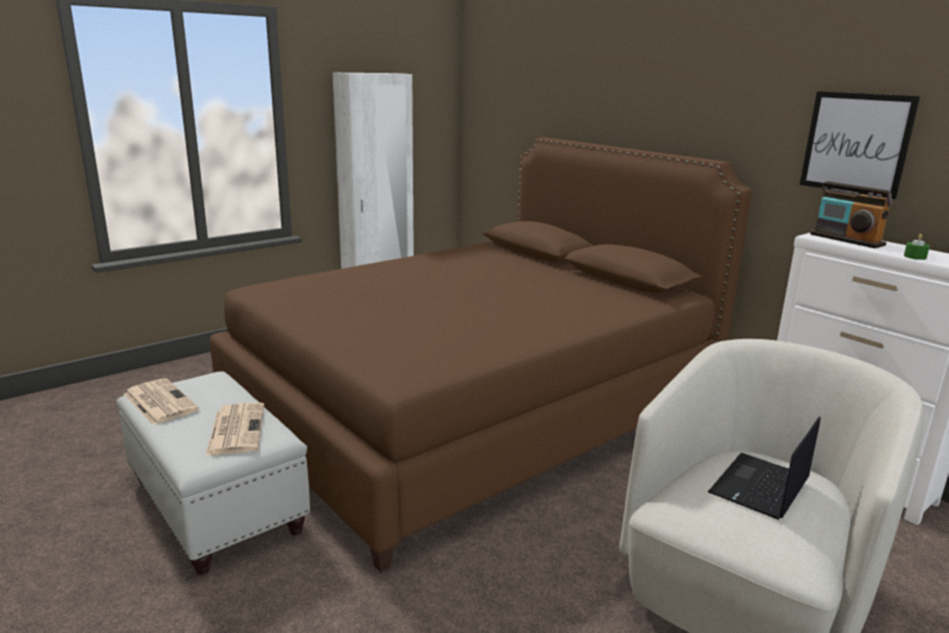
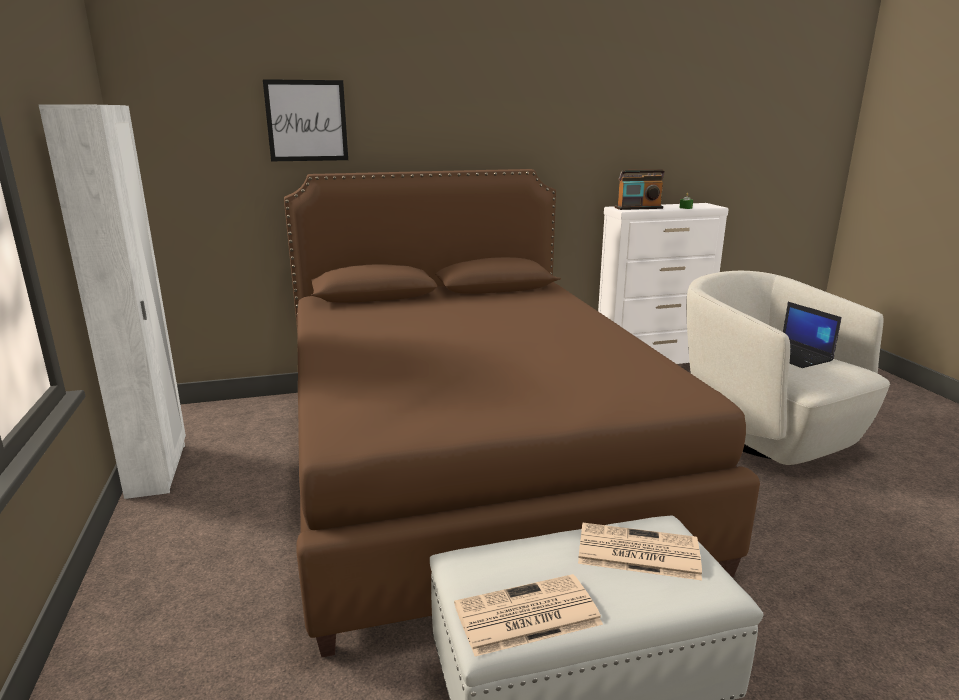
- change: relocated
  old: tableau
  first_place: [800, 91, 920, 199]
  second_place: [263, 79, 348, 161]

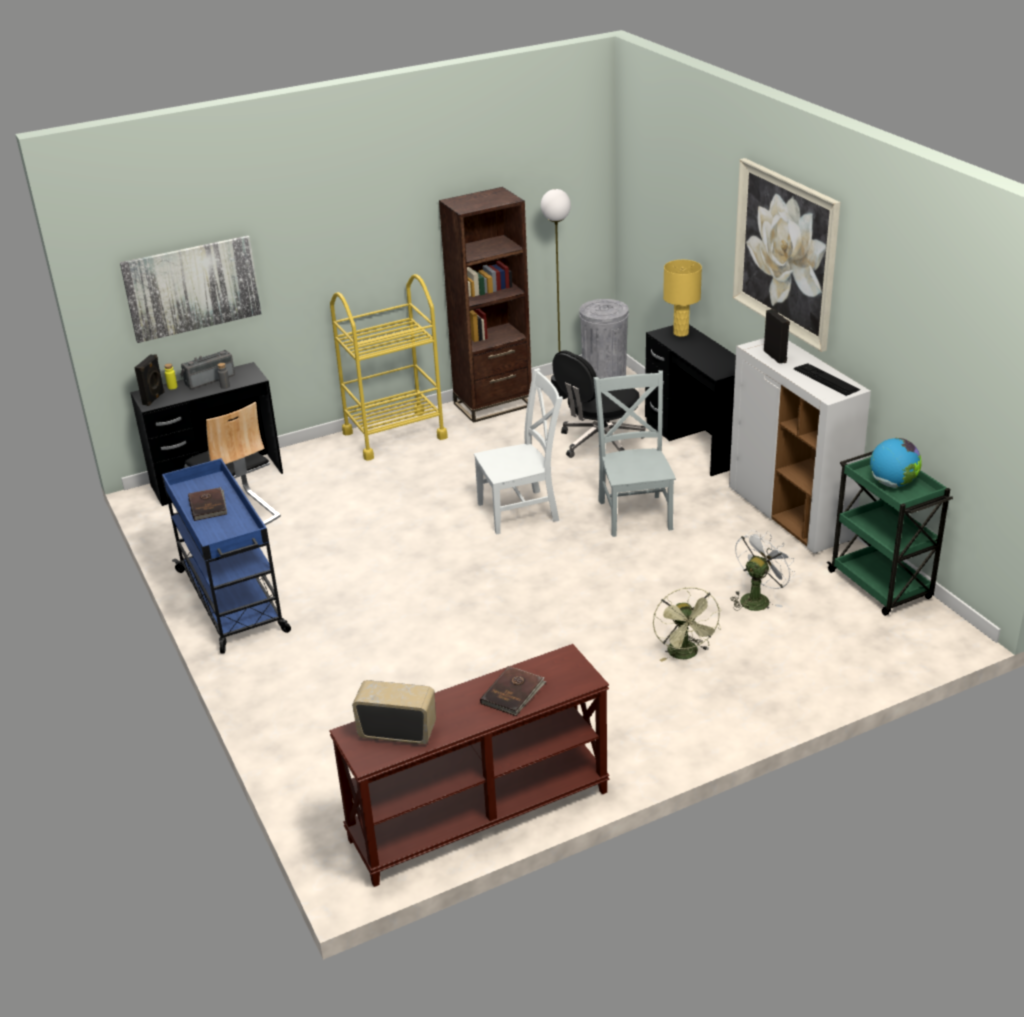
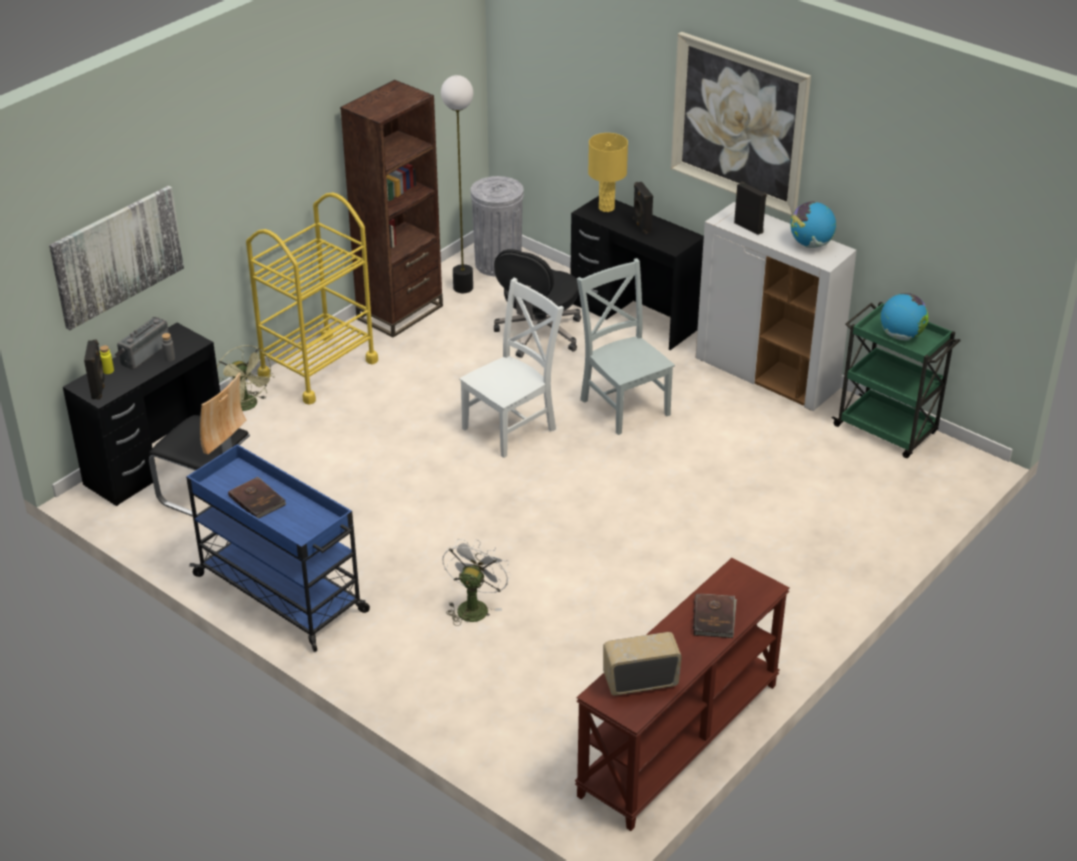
- change: appeared
  new: enceinte/noir
  second_place: [633, 182, 653, 234]
- change: relocated
  old: ventilateur/vert
  first_place: [653, 587, 721, 662]
  second_place: [217, 345, 275, 411]
- change: relocated
  old: ventilateur/blanc
  first_place: [730, 530, 795, 611]
  second_place: [442, 539, 511, 626]
- change: exchanged
  old: clavier
  new: globe
  first_place: [794, 363, 860, 396]
  second_place: [790, 201, 836, 248]

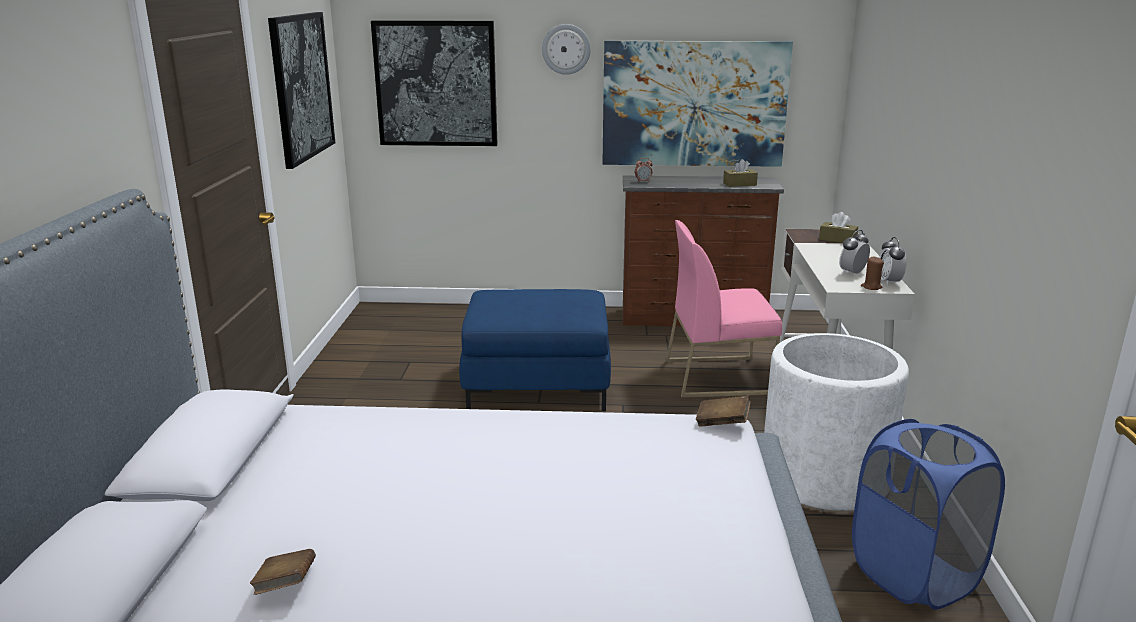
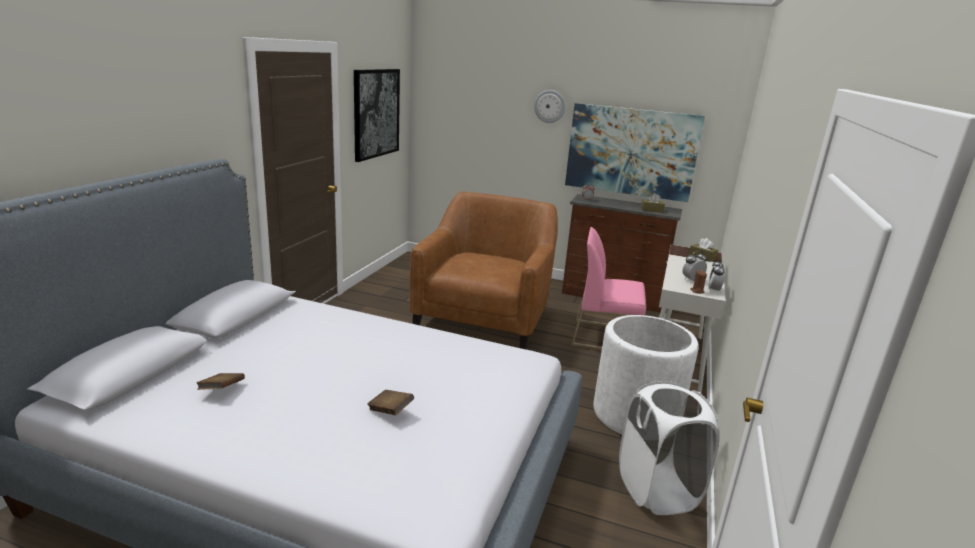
- change: missing
  old: tableau
  first_place: [371, 20, 498, 146]
- change: relocated
  old: livre/marron
  first_place: [696, 396, 750, 427]
  second_place: [367, 390, 414, 415]
- change: exchanged
  old: pouf/bleu
  new: fauteuil/marron
  first_place: [459, 289, 611, 411]
  second_place: [409, 191, 558, 350]
- change: colour
  old: panier à linge/bleu
  new: panier à linge/blanc
  first_place: [852, 419, 1005, 610]
  second_place: [619, 381, 720, 515]

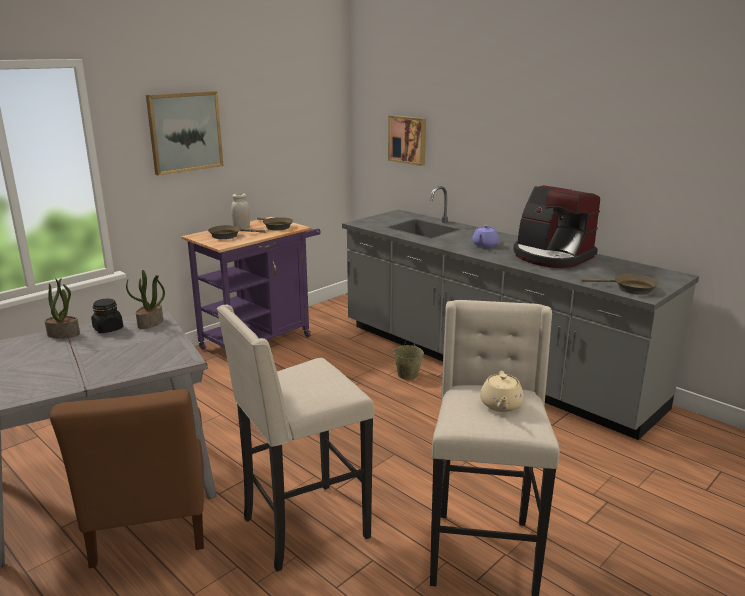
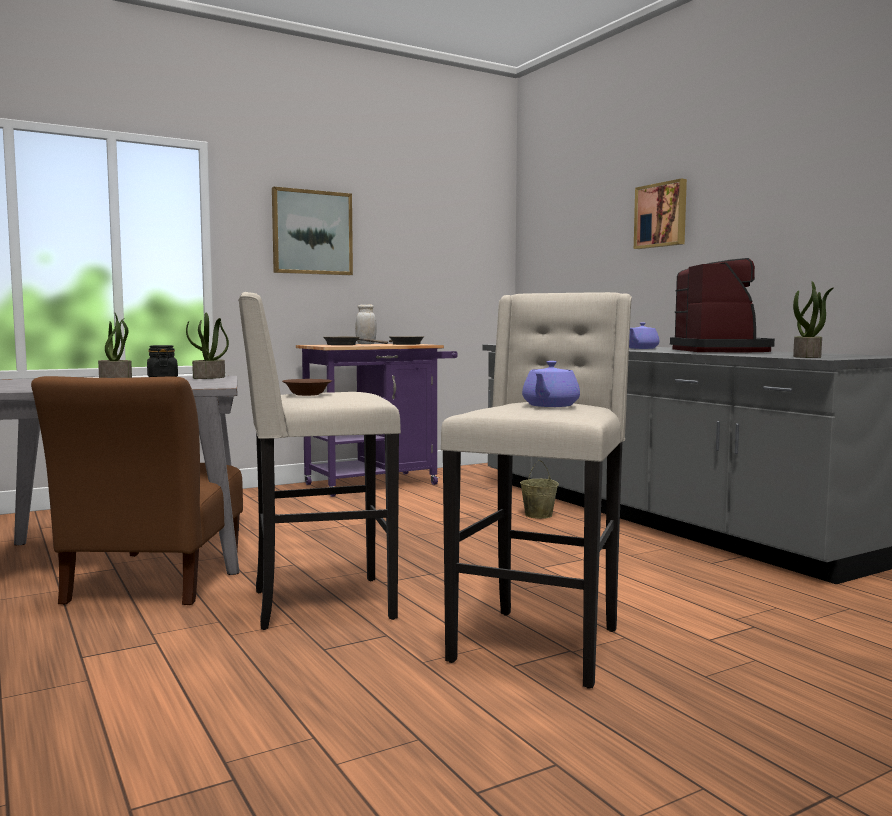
- change: appeared
  new: bol/marron
  second_place: [282, 379, 332, 396]
- change: relocated
  old: tableau
  first_place: [388, 115, 426, 166]
  second_place: [634, 179, 687, 249]
- change: exchanged
  old: poêle/marron
  new: plante en pot
  first_place: [582, 274, 659, 295]
  second_place: [793, 281, 833, 358]
- change: colour
  old: théière/beige
  new: théière/violet
  first_place: [480, 371, 524, 412]
  second_place: [522, 361, 580, 407]
- change: spun
  old: machine à café
  first_place: [513, 185, 600, 268]
  second_place: [670, 258, 775, 352]
  degrees: -150

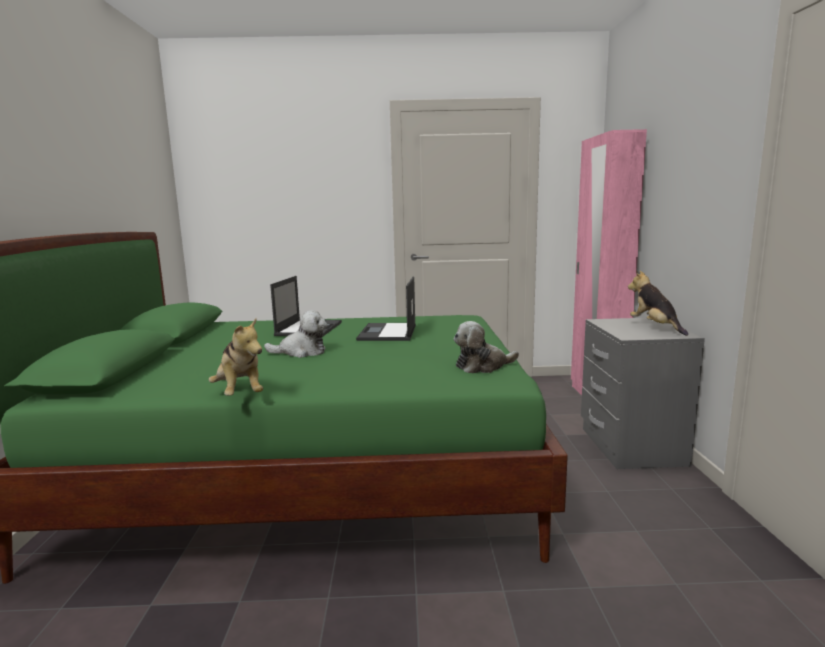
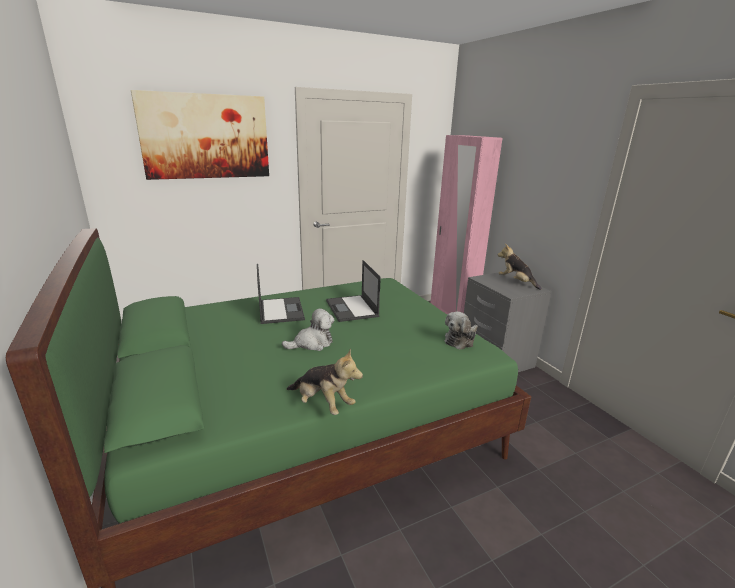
- change: appeared
  new: tableau
  second_place: [131, 90, 269, 180]

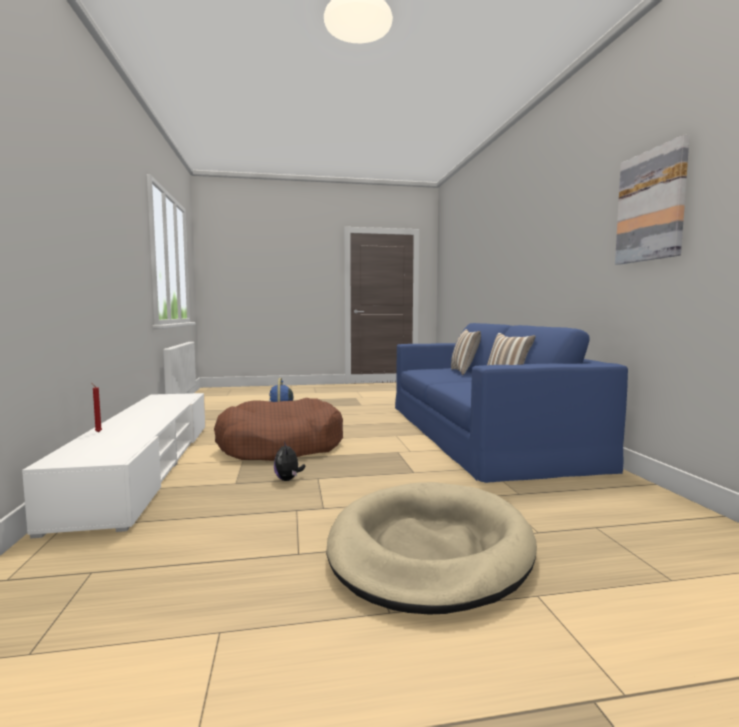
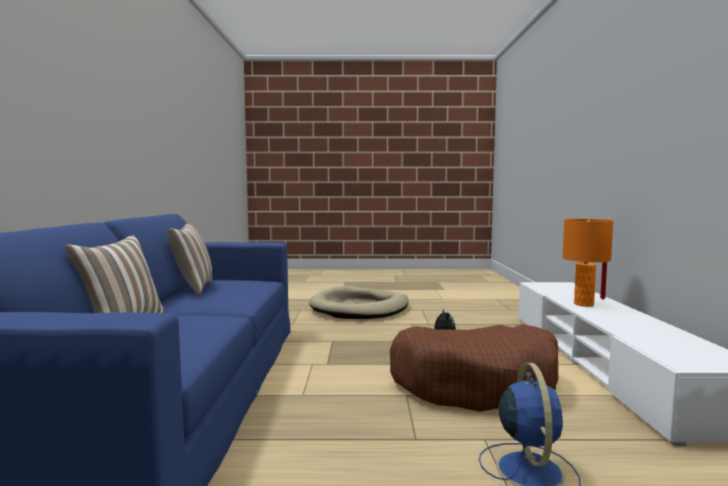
- change: missing
  old: tableau
  first_place: [615, 135, 690, 265]
- change: appeared
  new: lampe de table/orange
  second_place: [562, 219, 614, 307]

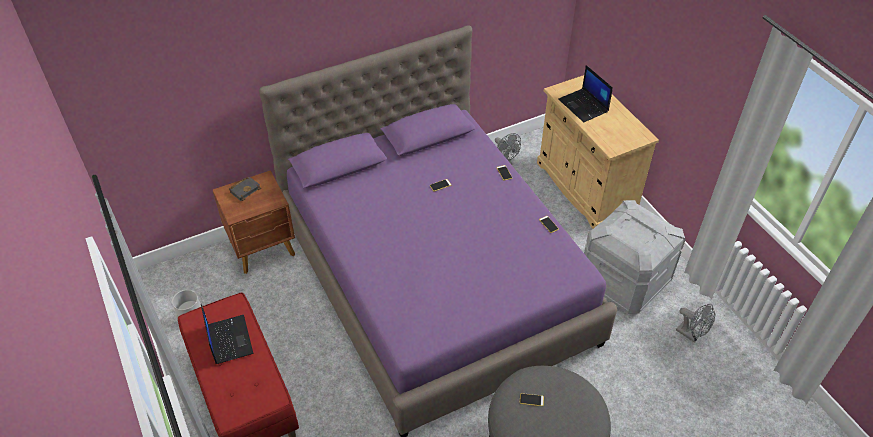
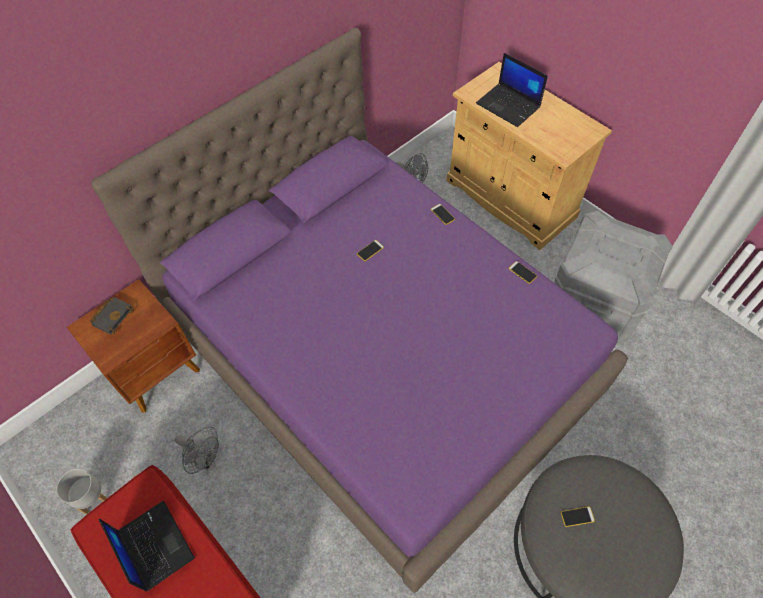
- change: relocated
  old: ventilateur/gris
  first_place: [676, 304, 715, 342]
  second_place: [175, 426, 219, 474]

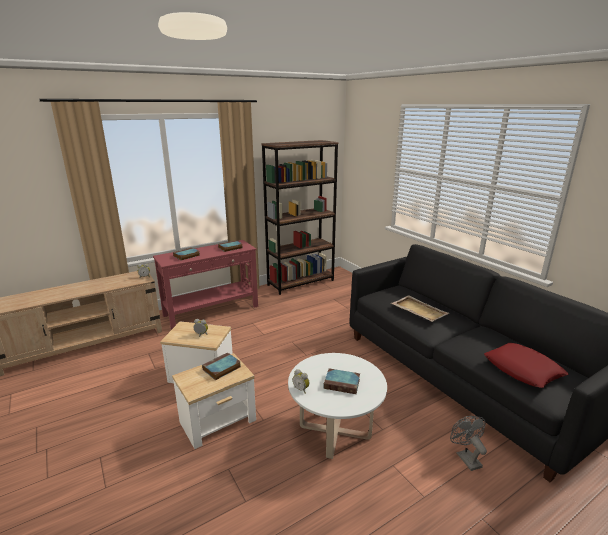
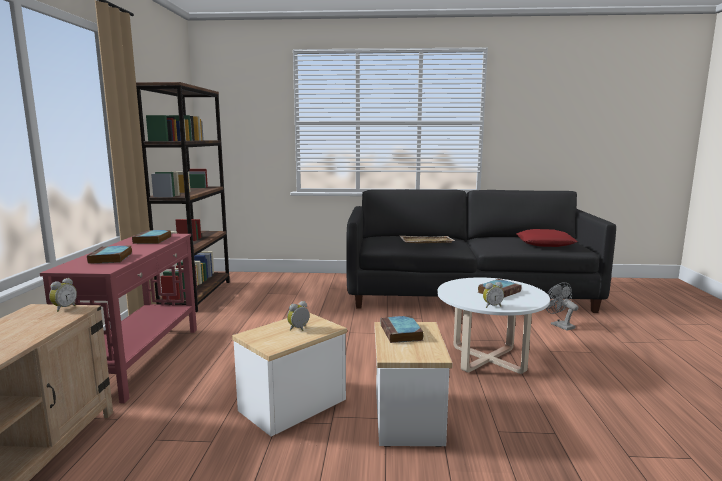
- change: spun
  old: ventilateur/gris
  first_place: [450, 416, 487, 471]
  second_place: [546, 282, 578, 331]
  degrees: 45

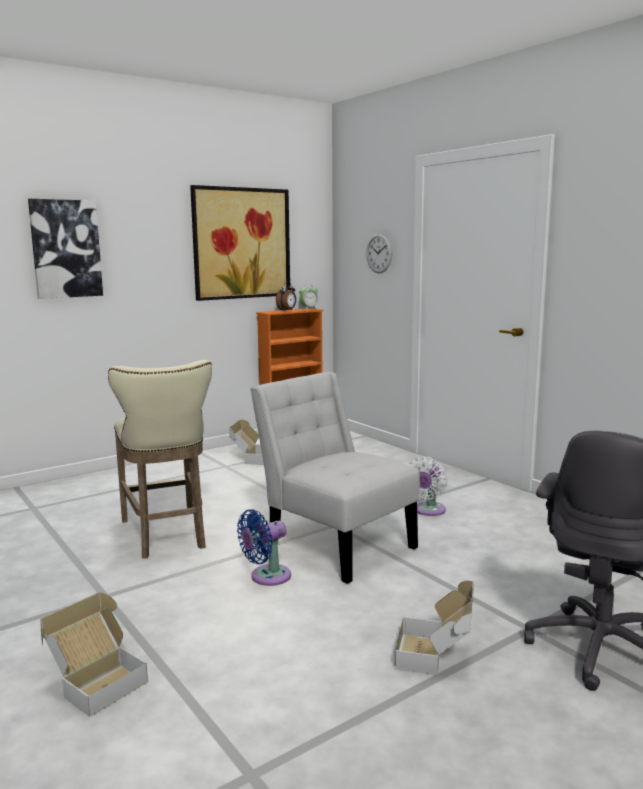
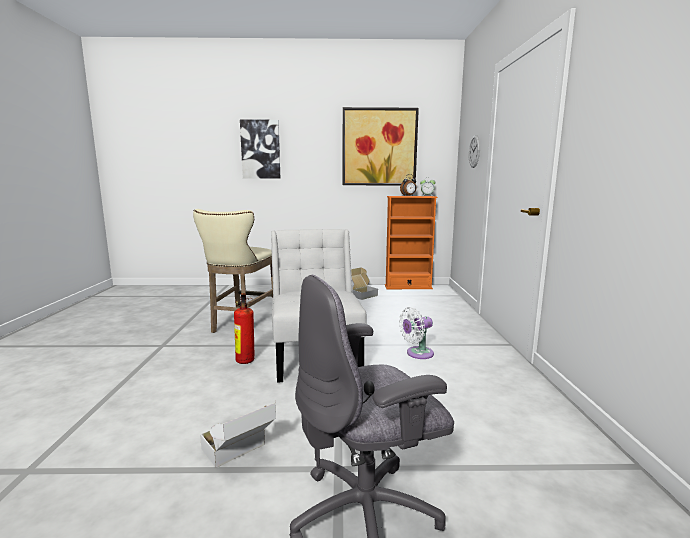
- change: missing
  old: carton
  first_place: [41, 592, 148, 717]
- change: exchanged
  old: ventilateur/bleu
  new: extincteur
  first_place: [237, 509, 291, 586]
  second_place: [234, 293, 255, 364]

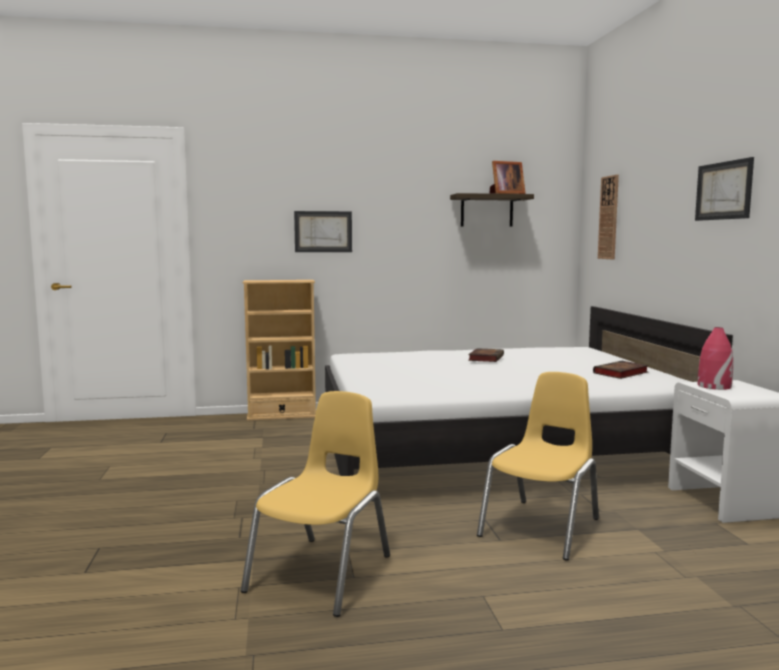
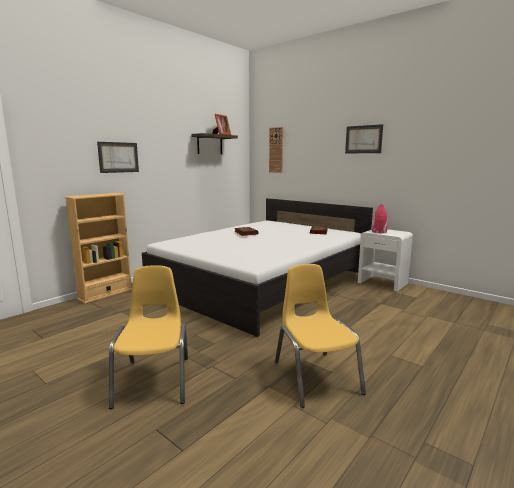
- change: relocated
  old: chaise/jaune
  first_place: [477, 372, 599, 561]
  second_place: [109, 265, 188, 409]

